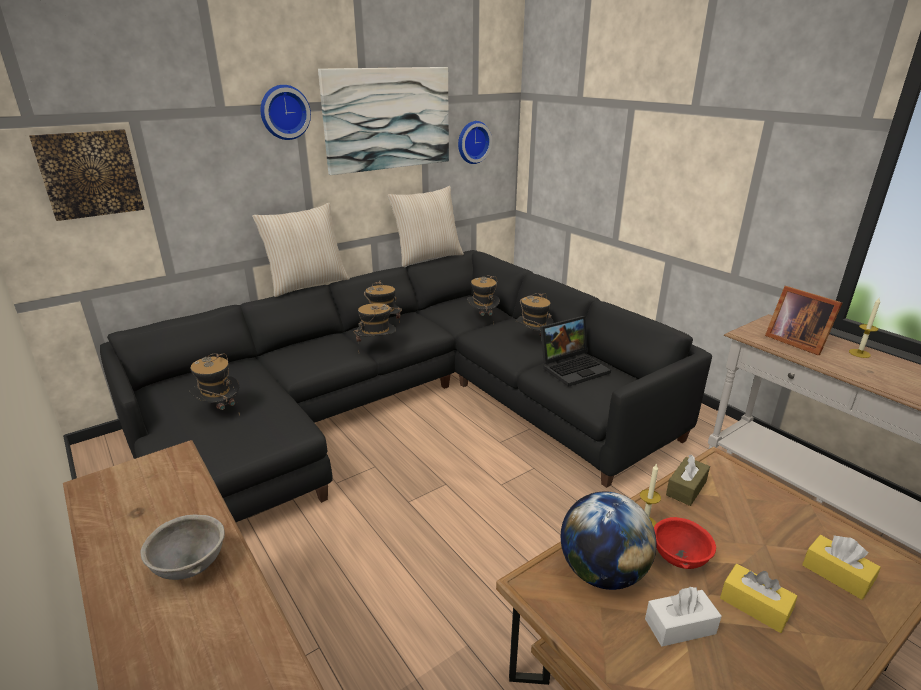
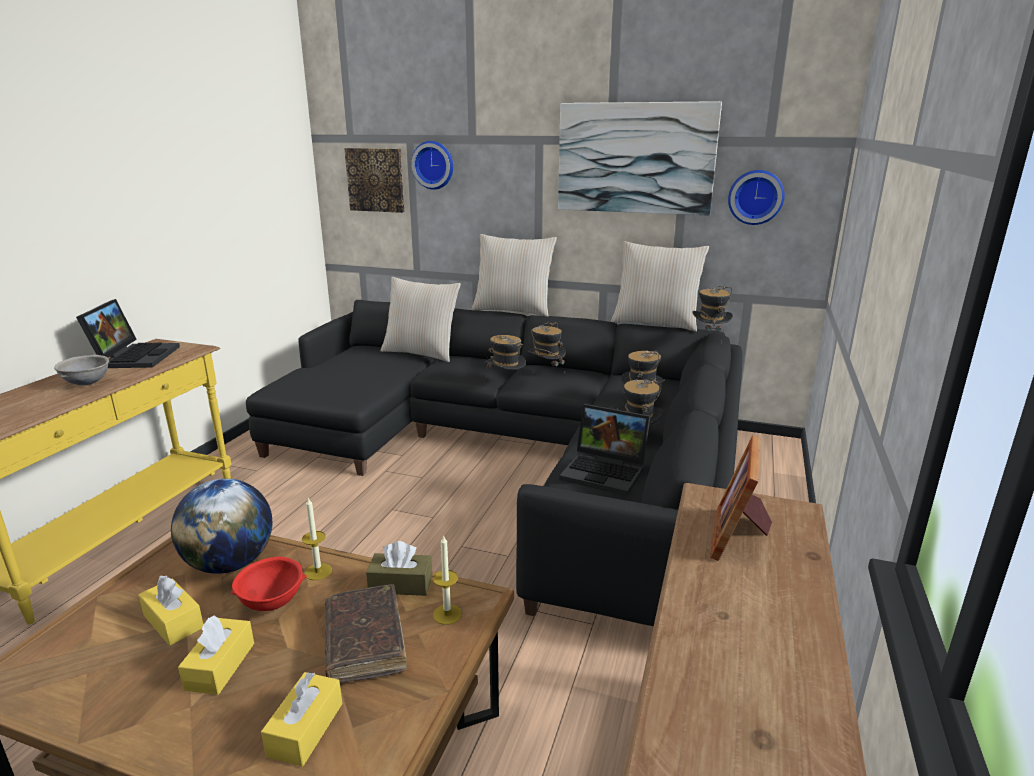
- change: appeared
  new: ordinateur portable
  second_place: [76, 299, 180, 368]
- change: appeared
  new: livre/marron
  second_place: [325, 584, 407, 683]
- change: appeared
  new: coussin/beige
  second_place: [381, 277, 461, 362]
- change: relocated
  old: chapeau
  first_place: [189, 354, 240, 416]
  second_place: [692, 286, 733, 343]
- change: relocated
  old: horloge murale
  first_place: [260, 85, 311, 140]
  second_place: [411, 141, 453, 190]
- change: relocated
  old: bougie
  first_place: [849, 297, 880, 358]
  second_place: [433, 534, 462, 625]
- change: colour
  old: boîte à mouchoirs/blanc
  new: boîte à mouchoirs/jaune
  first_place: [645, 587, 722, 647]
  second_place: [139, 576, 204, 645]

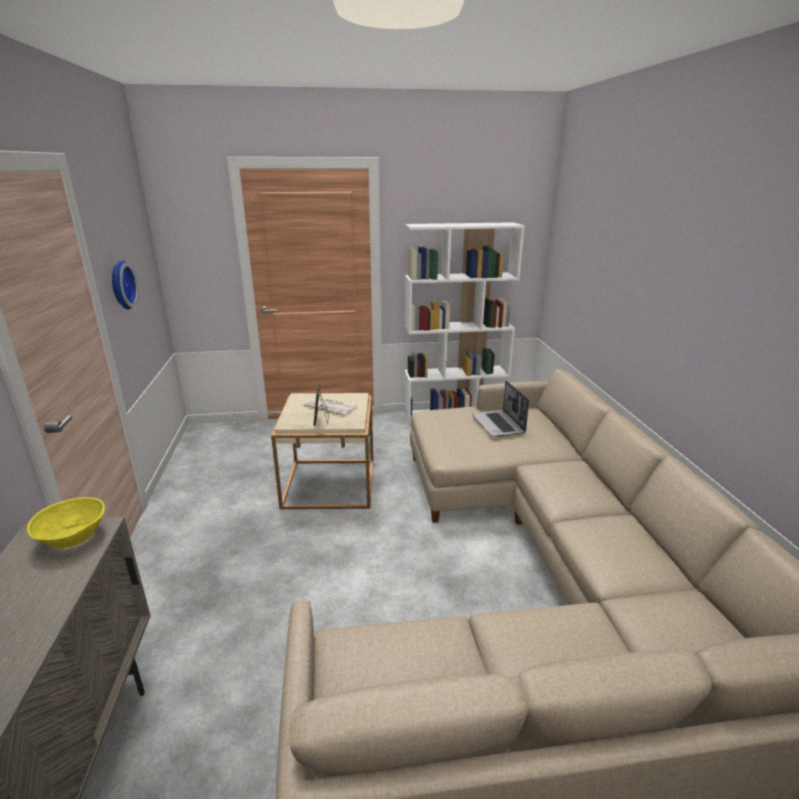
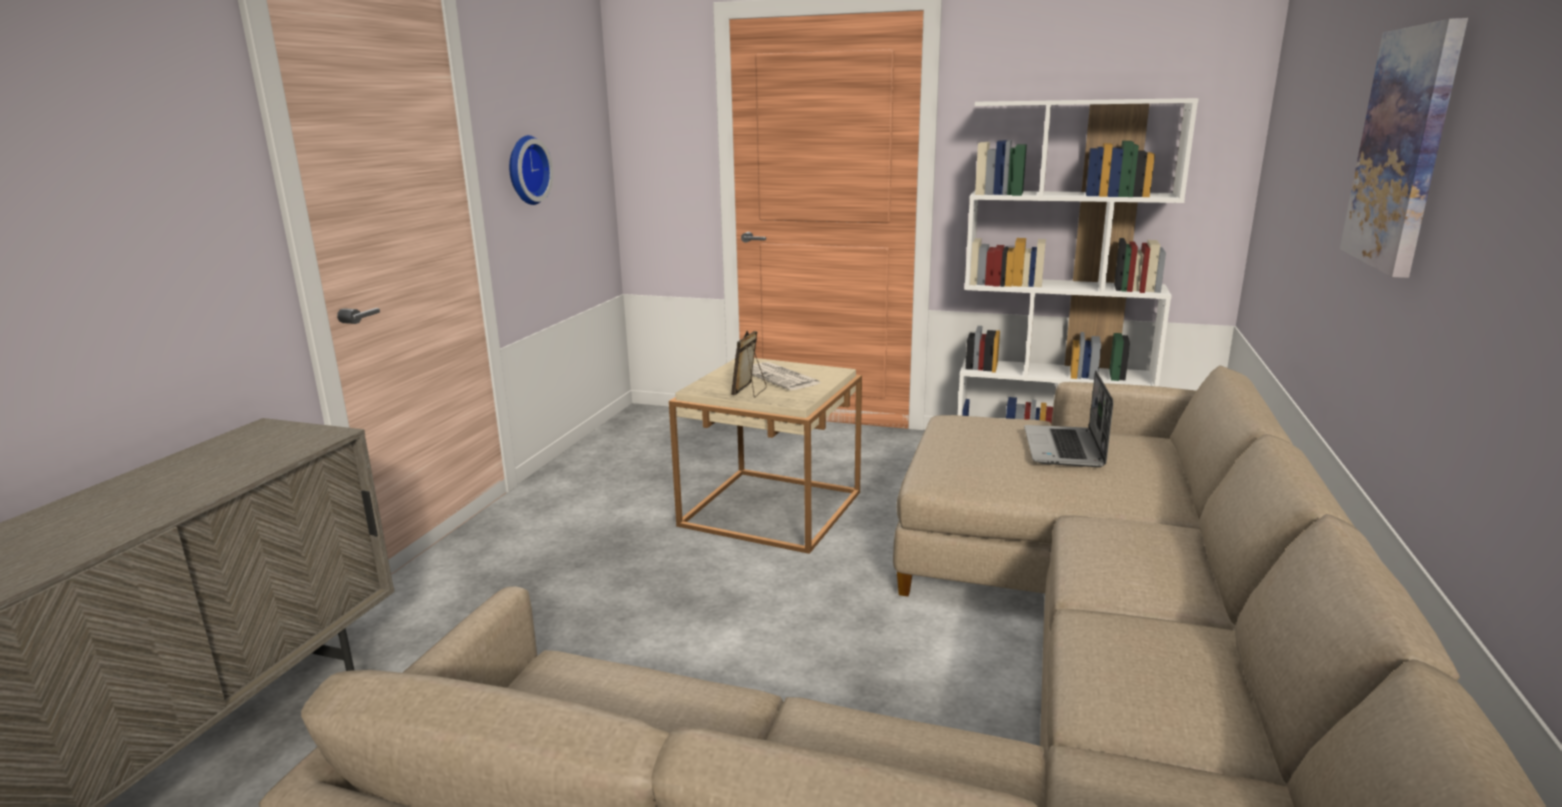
- change: missing
  old: bol/jaune
  first_place: [27, 497, 105, 548]
- change: appeared
  new: tableau
  second_place: [1340, 18, 1468, 278]

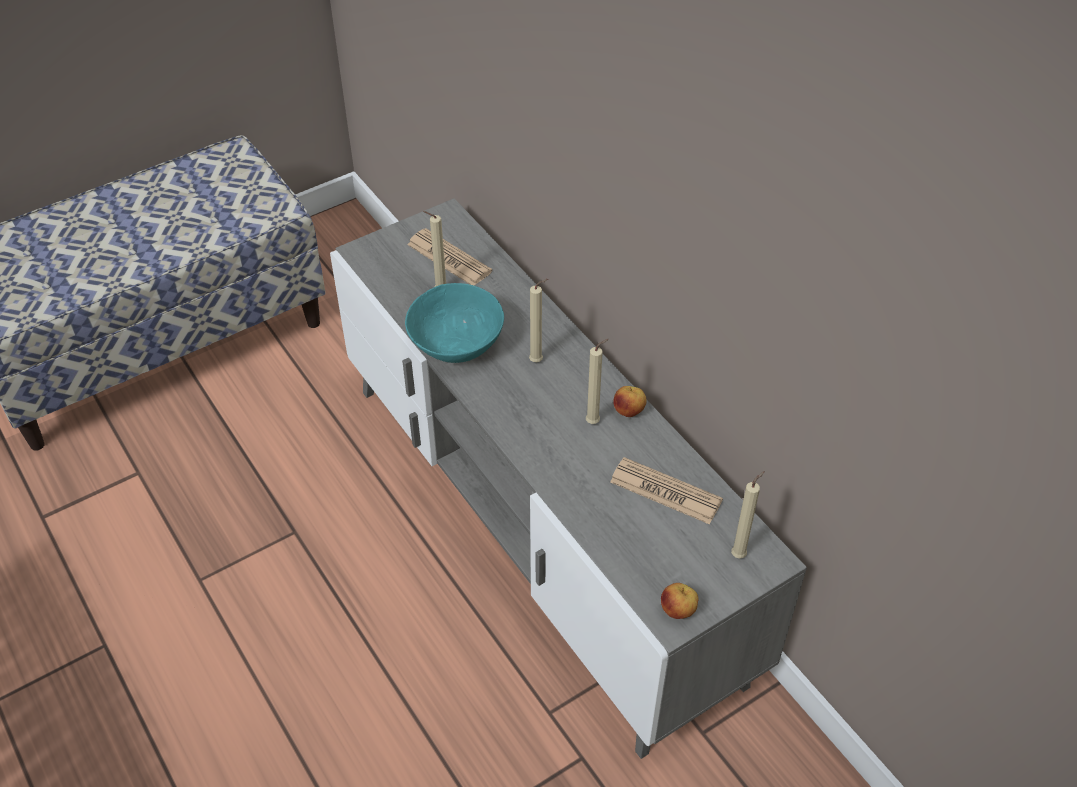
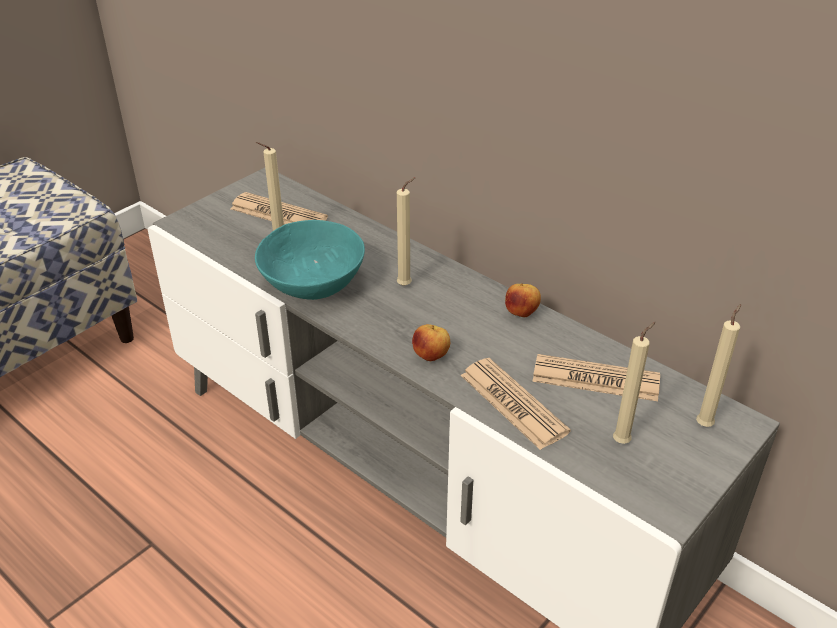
- change: appeared
  new: journal
  second_place: [460, 358, 571, 450]
- change: relocated
  old: bougie/beige
  first_place: [586, 339, 609, 424]
  second_place: [613, 322, 656, 444]
- change: relocated
  old: pomme
  first_place: [661, 583, 698, 619]
  second_place: [412, 324, 450, 361]

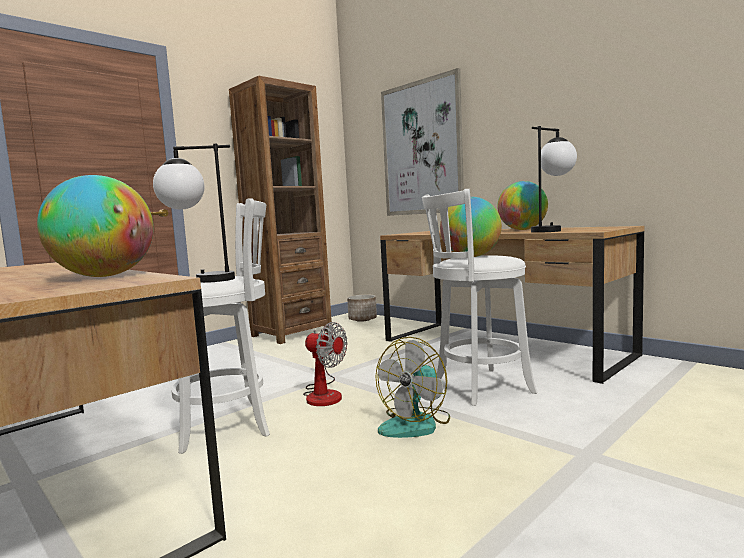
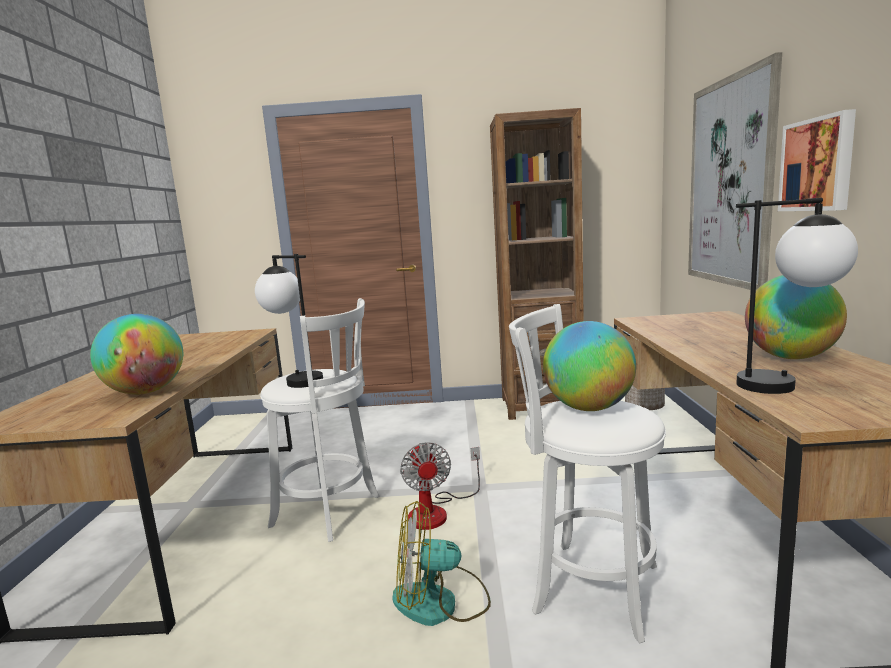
- change: appeared
  new: tableau
  second_place: [778, 109, 856, 211]

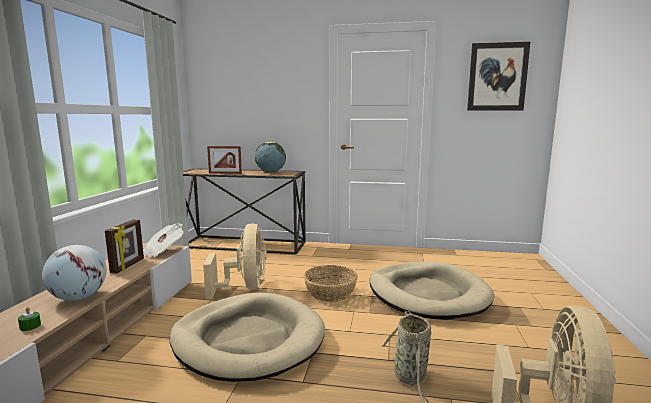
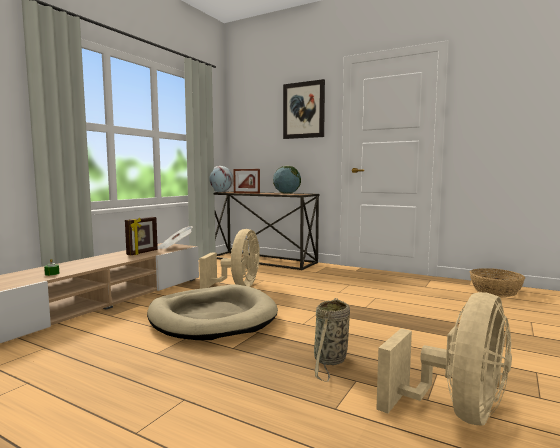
- change: missing
  old: panier pour chien/beige
  first_place: [370, 261, 494, 320]
- change: relocated
  old: globe
  first_place: [42, 245, 107, 301]
  second_place: [209, 166, 234, 192]
- change: relocated
  old: panier
  first_place: [303, 265, 358, 302]
  second_place: [469, 268, 525, 297]
- change: relocated
  old: tableau
  first_place: [467, 42, 530, 111]
  second_place: [283, 79, 325, 139]

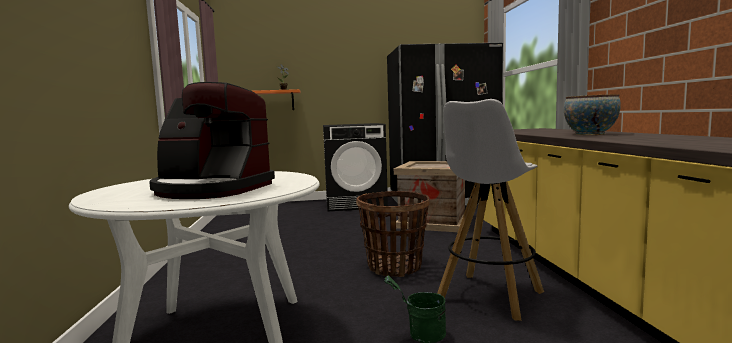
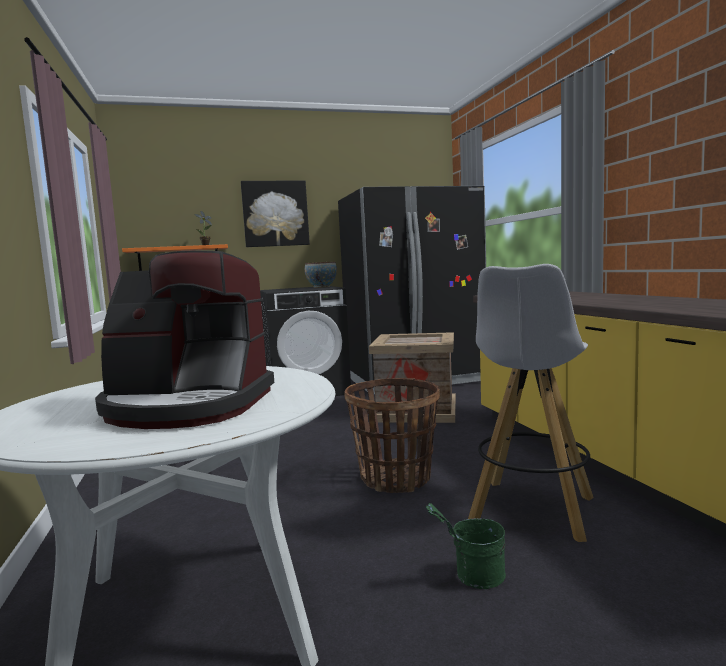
- change: appeared
  new: tableau
  second_place: [241, 180, 310, 247]
- change: relocated
  old: bol
  first_place: [564, 94, 621, 135]
  second_place: [305, 261, 337, 288]

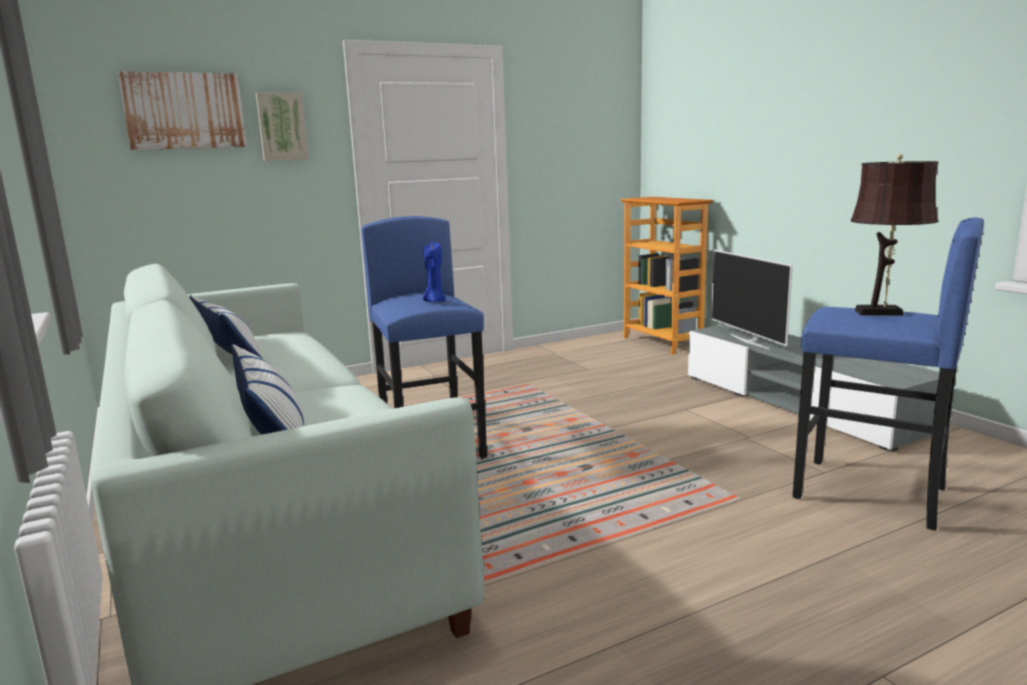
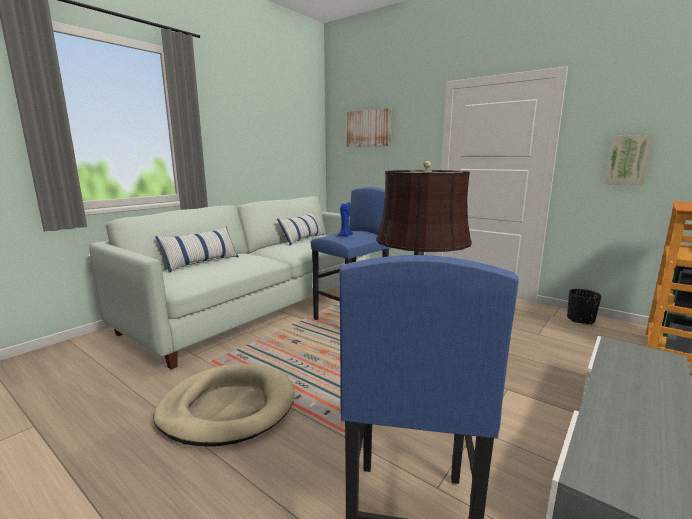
- change: missing
  old: téléviseur
  first_place: [711, 250, 793, 349]
- change: appeared
  new: panier pour chien/beige
  second_place: [153, 364, 295, 447]
- change: appeared
  new: cache-pot/noir
  second_place: [567, 289, 601, 324]
- change: relocated
  old: tableau
  first_place: [256, 93, 309, 161]
  second_place: [605, 135, 653, 185]

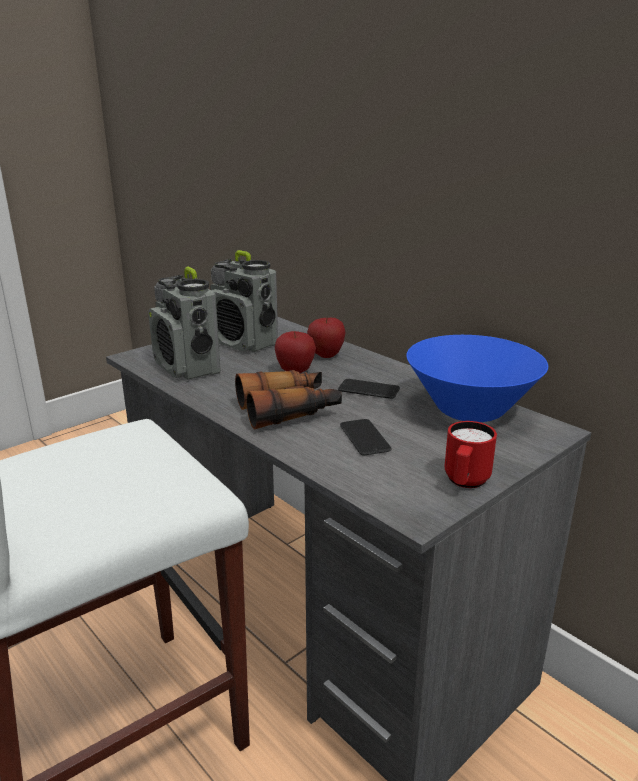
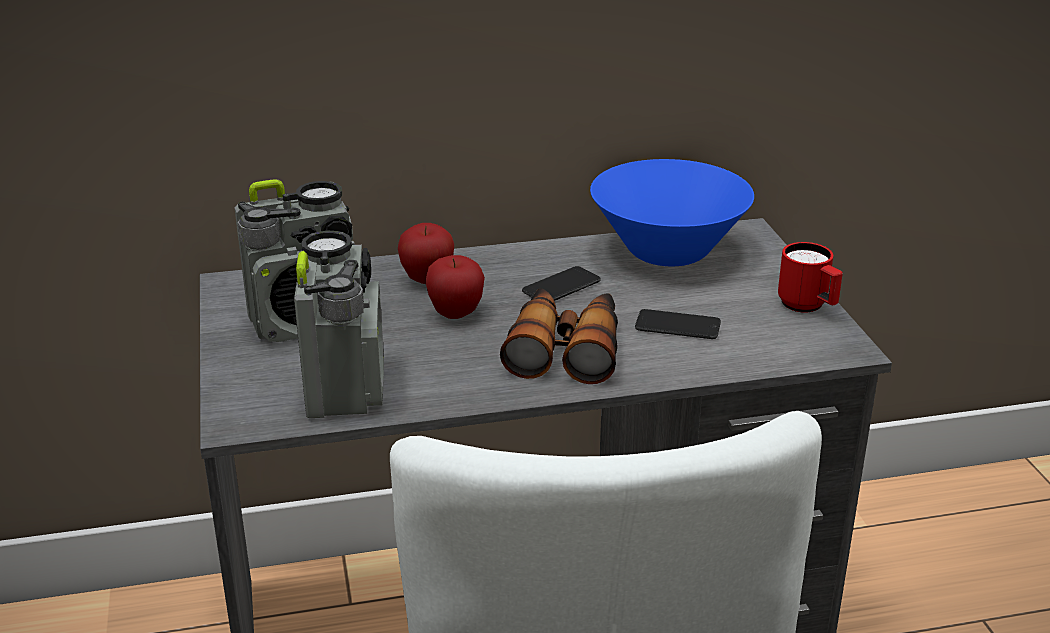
- change: spun
  old: radio
  first_place: [148, 266, 221, 380]
  second_place: [294, 231, 384, 418]
  degrees: -90

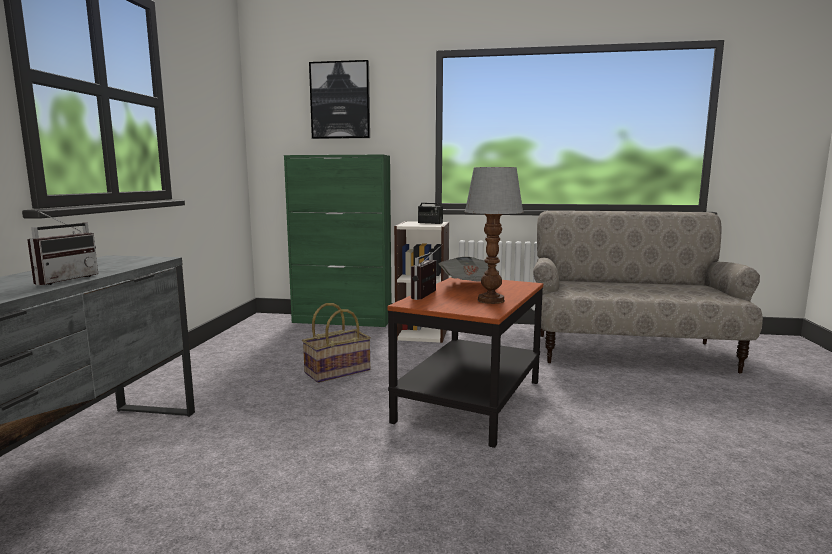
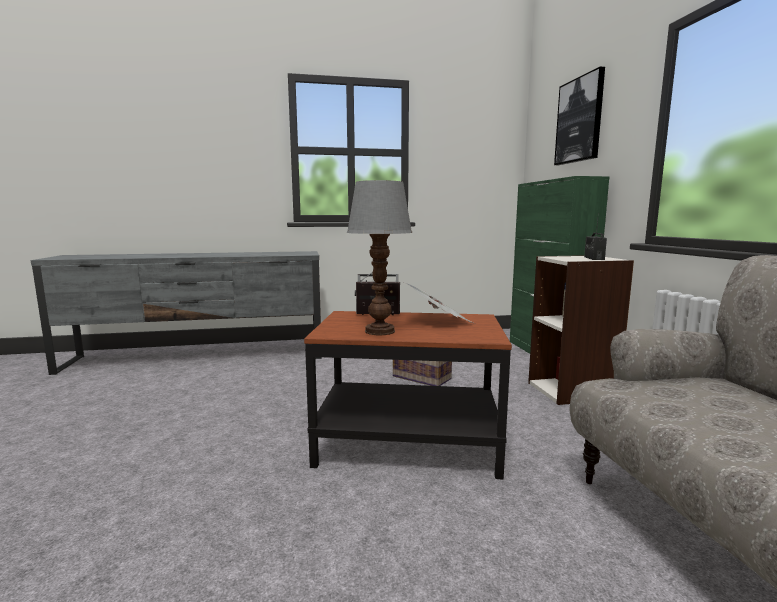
- change: missing
  old: radio
  first_place: [27, 209, 98, 285]

